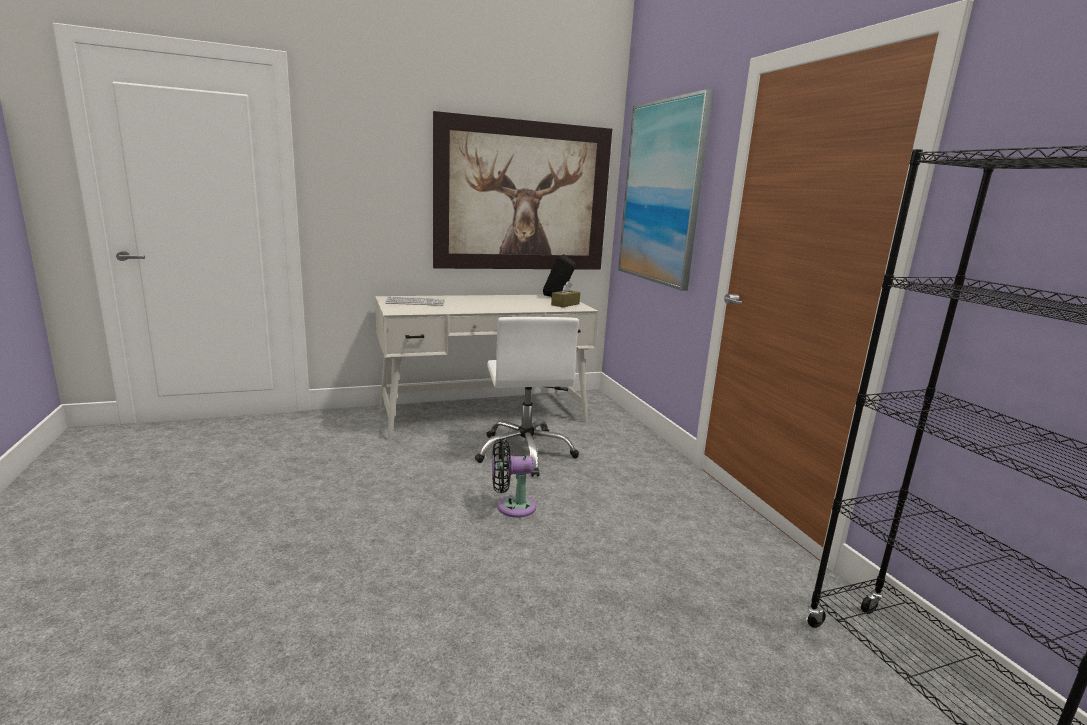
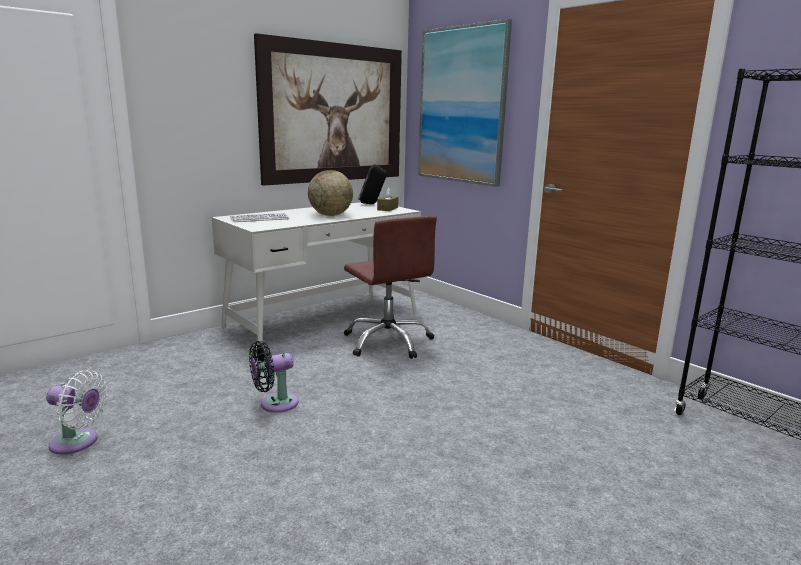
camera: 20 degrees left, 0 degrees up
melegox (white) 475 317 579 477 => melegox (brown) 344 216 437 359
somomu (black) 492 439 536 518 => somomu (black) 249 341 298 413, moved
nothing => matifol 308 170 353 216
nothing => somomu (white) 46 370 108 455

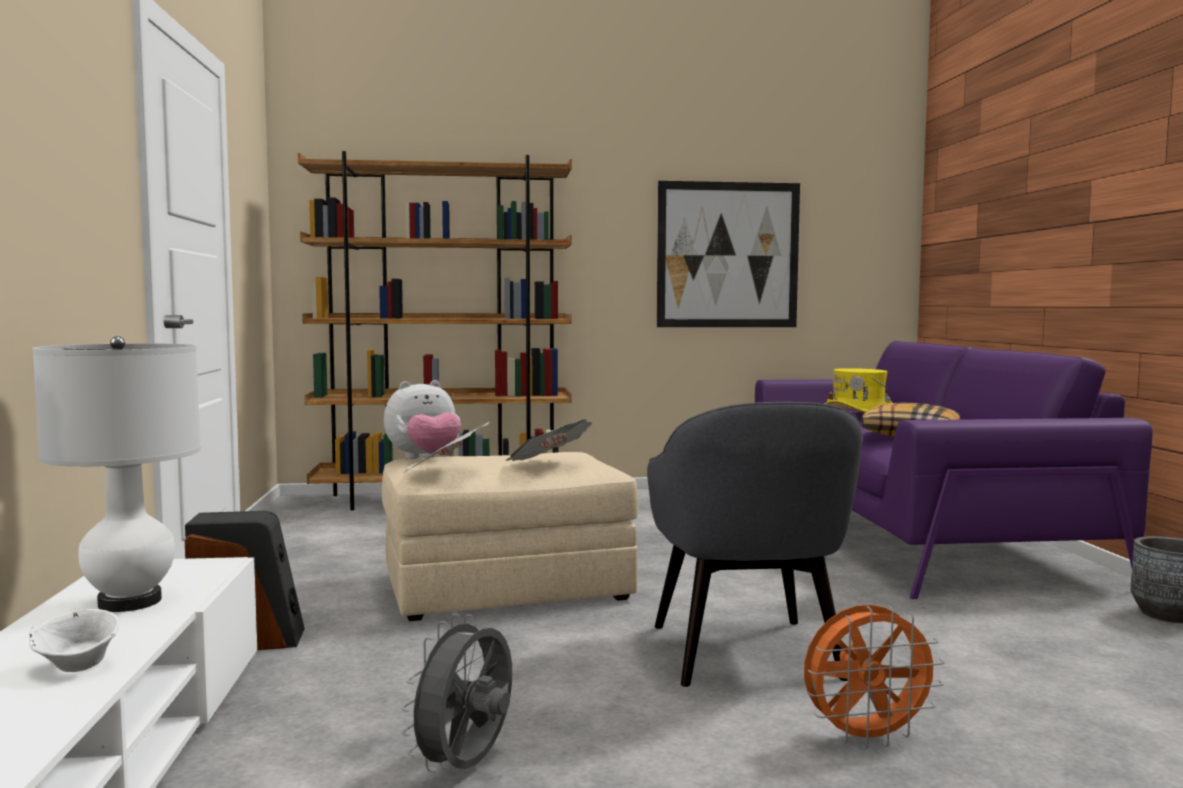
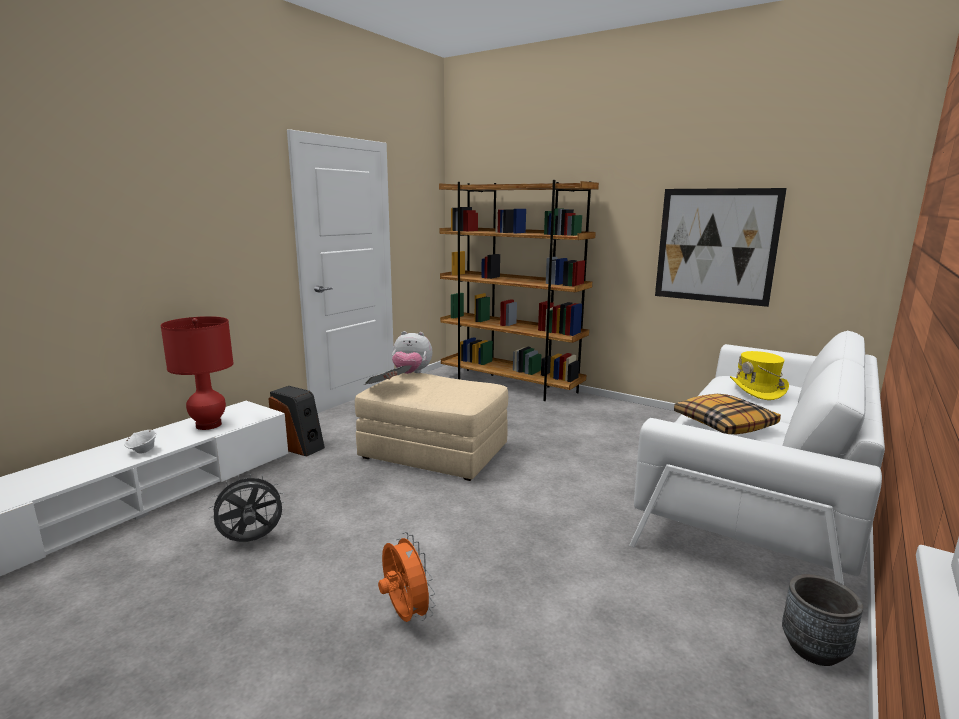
camera: 40 degrees right, 10 degrees up
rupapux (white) 33 336 201 612 => rupapux (red) 160 316 234 430
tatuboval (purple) 755 341 1153 599 => tatuboval (white) 629 331 885 585
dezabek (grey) 647 402 862 687 => nothing
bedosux 506 419 592 461 => nothing
somomu (orange) 804 605 945 749 => somomu (orange) 378 532 435 622, 150 degrees counterclockwise

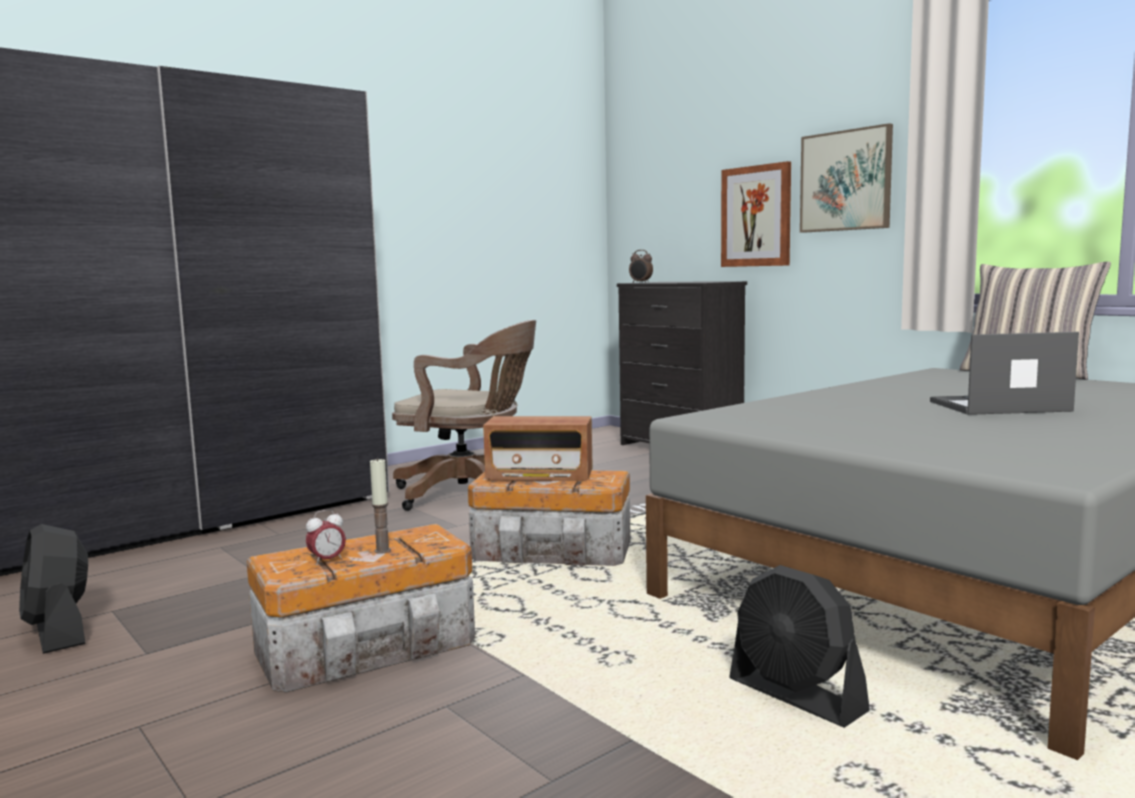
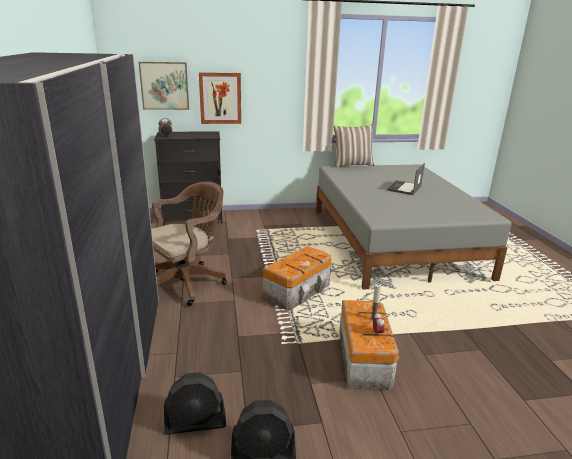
camera: 60 degrees left, 15 degrees up
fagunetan 800 123 893 233 => fagunetan 138 62 189 110, moved
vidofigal 483 416 593 481 => nothing
somomu (black) 729 565 870 728 => somomu (black) 164 372 226 435, moved

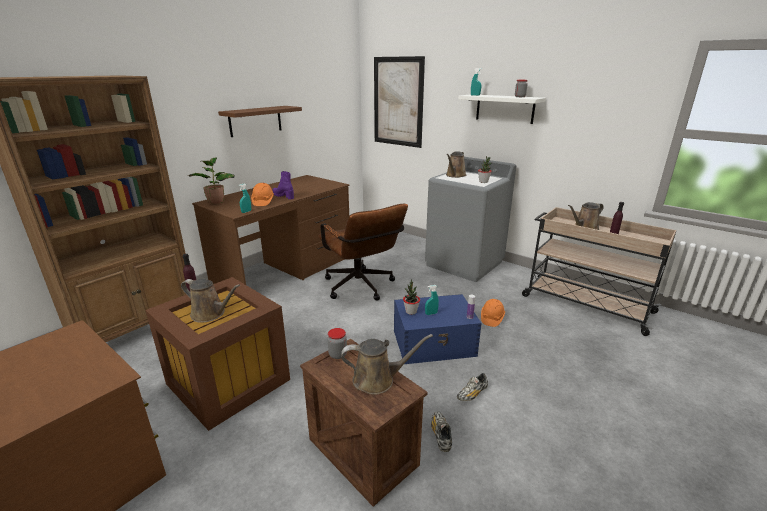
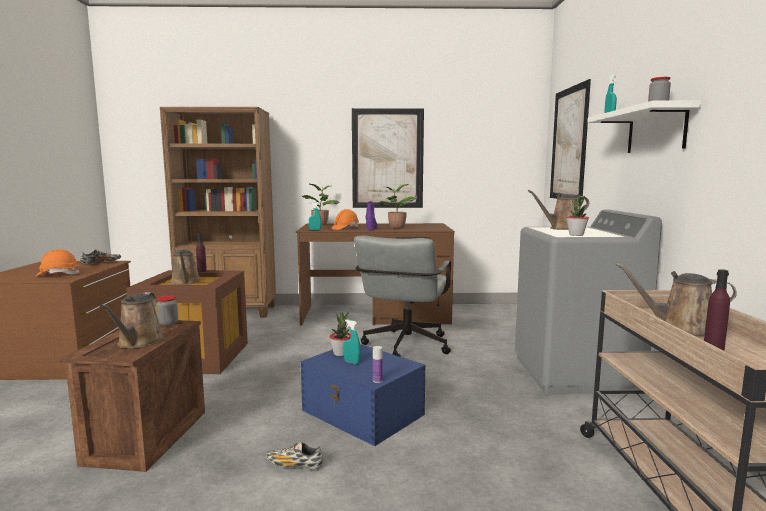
camera: 50 degrees right, 15 degrees down
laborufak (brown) 218 106 302 137 => fagunetan 352 108 424 208
melegox (brown) 318 204 408 300 => melegox (grey) 354 236 451 357
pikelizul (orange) 481 299 505 327 => pikelizul (orange) 36 249 80 276, moved
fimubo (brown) 341 334 433 395 => fimubo (brown) 100 292 165 348, 45 degrees clockwise
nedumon 431 412 452 452 => nedumon 80 250 121 265, moved
nothing => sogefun 378 184 416 229

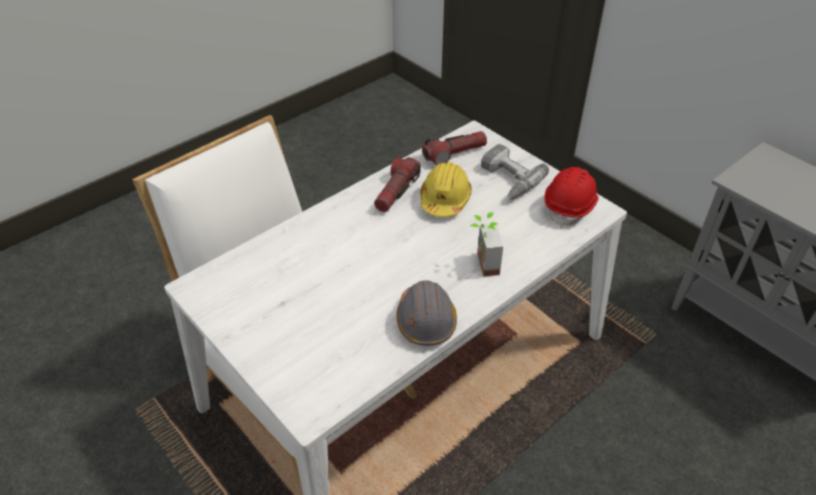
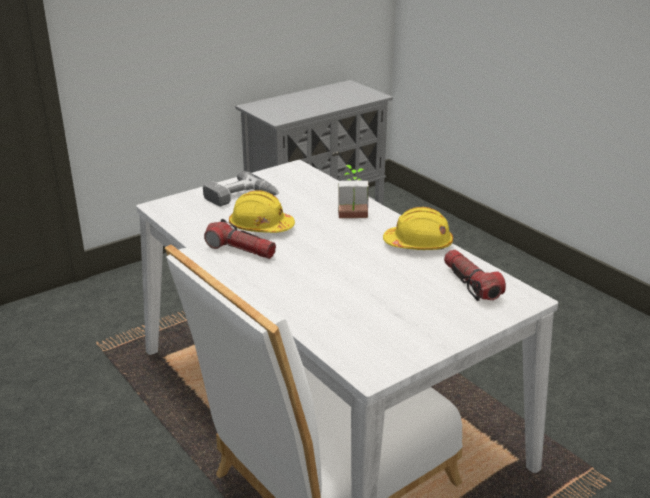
camera: 85 degrees left, 15 degrees down
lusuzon 422 131 487 165 => lusuzon 444 249 506 301, moved
pikelizul (red) 544 167 599 228 => nothing
pikelizul (grey) 396 281 457 346 => pikelizul (yellow) 383 207 453 250

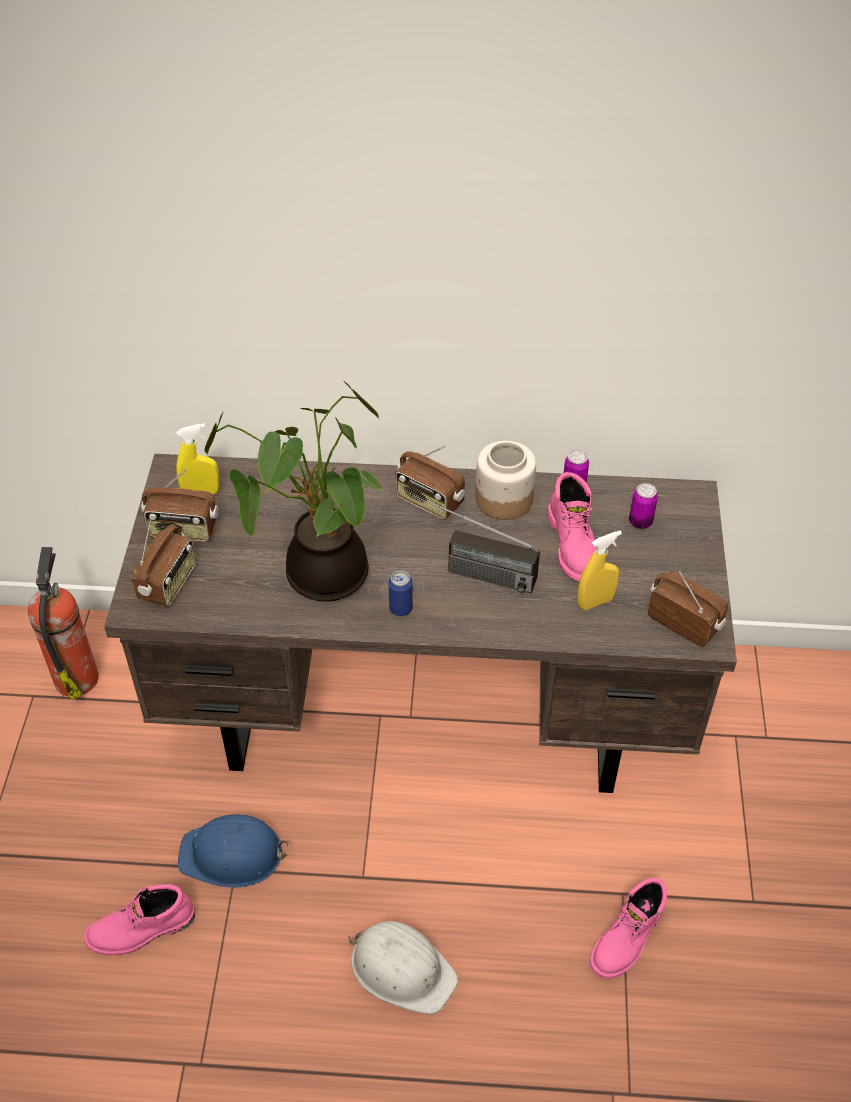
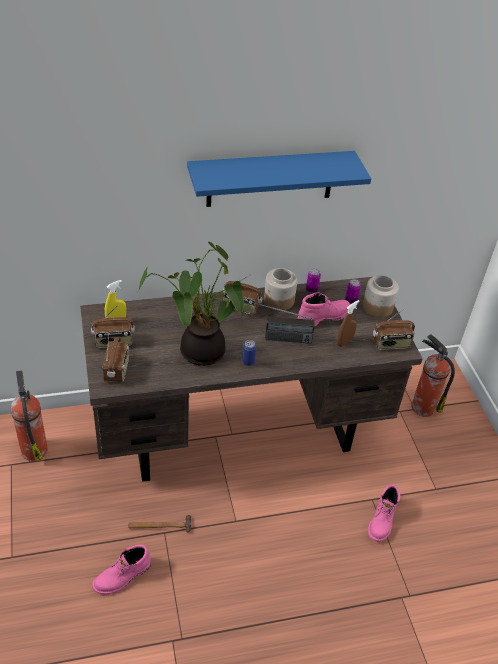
camera: 20 degrees left, 5 degrees down
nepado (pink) 547 472 597 581 => nepado (pink) 297 292 350 326, 90 degrees counterclockwise
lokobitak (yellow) 577 531 622 610 => lokobitak (brown) 337 300 359 347
vidofigal 648 571 728 647 => vidofigal 373 309 415 350, 150 degrees clockwise
pikelizul (blue) 178 814 288 888 => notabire 129 515 191 532
pikelizul (white) 348 921 458 1015 => nothing
nothing => laborufak (blue) 187 151 371 207
nothing => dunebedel 363 275 399 318
nothing => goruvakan 412 334 455 417

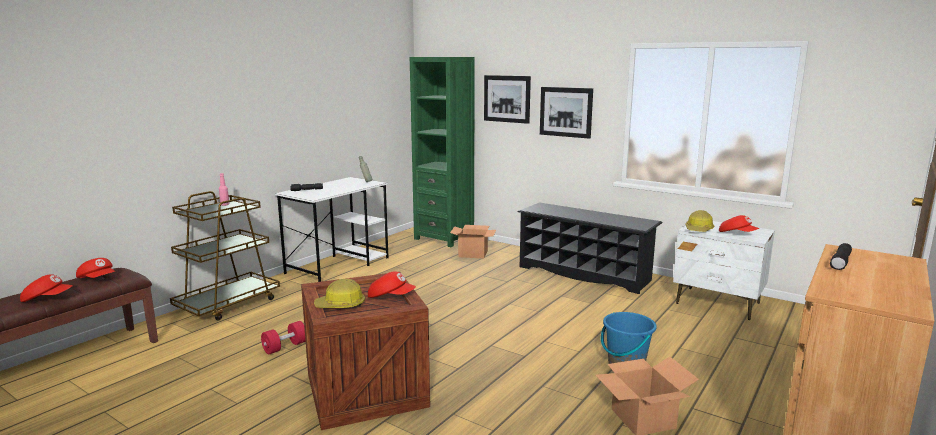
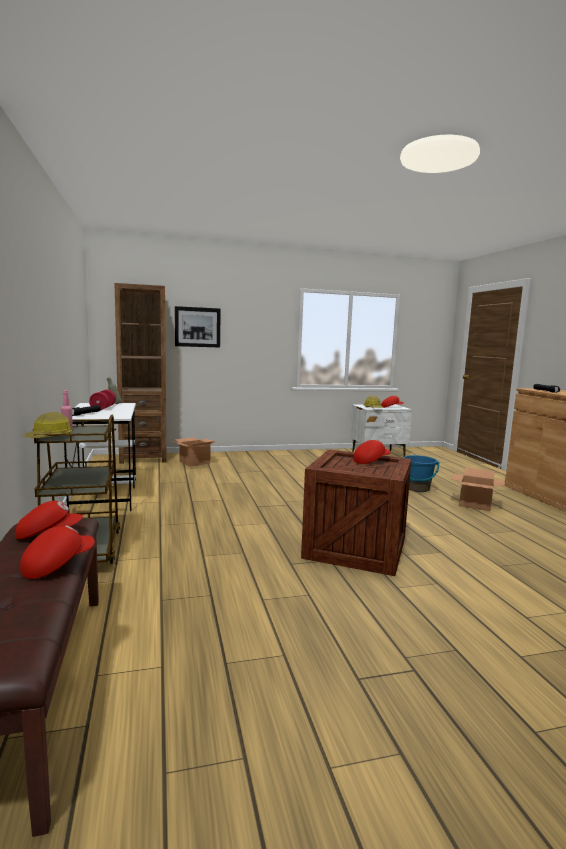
camera: 50 degrees left, 5 degrees down
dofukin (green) 410 57 475 247 => dofukin (brown) 114 283 167 464
fagunetan 540 87 593 139 => nothing
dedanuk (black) 518 203 663 294 => nothing
pikelizul 314 279 365 308 => pikelizul 23 412 73 438, moved
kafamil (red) 261 321 306 354 => kafamil (red) 89 390 116 410, moved

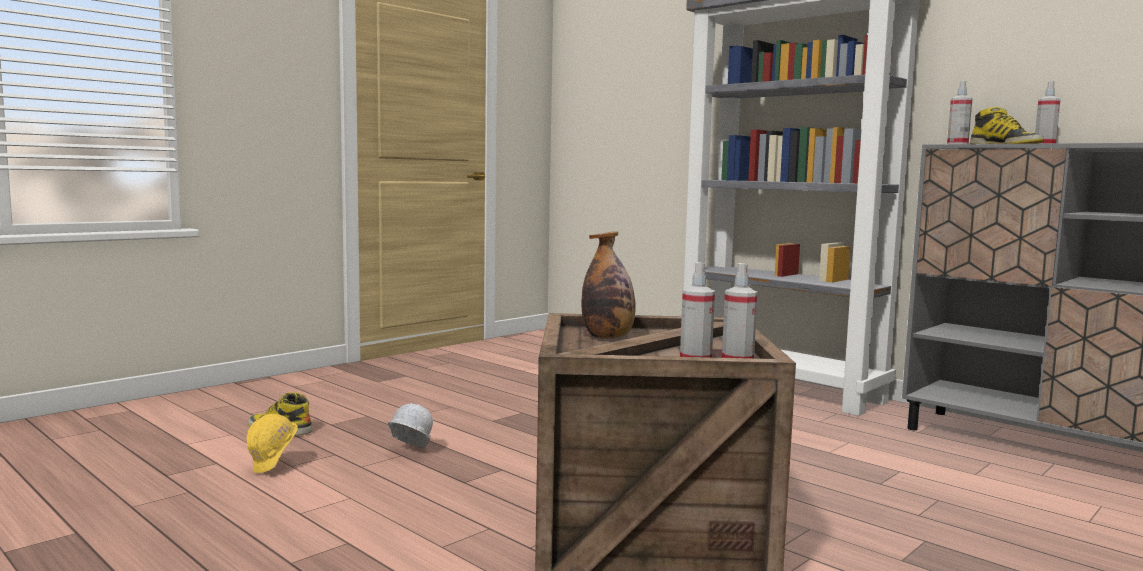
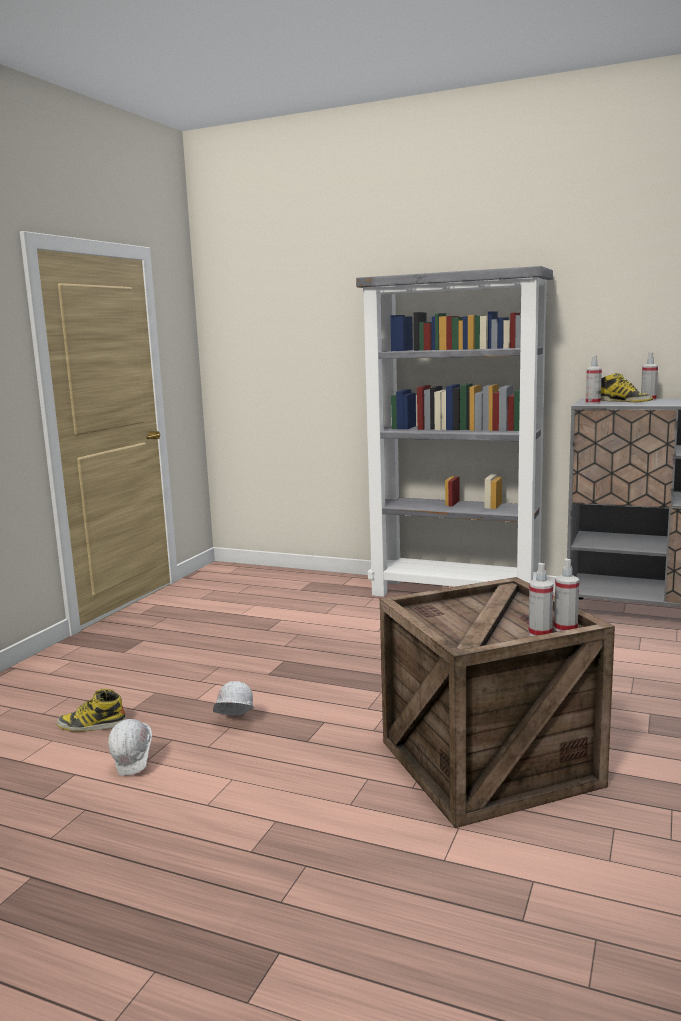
camera: 20 degrees left, 5 degrees up
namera 581 231 636 339 => nothing
pikelizul (yellow) 246 414 298 473 => pikelizul (white) 108 719 152 776

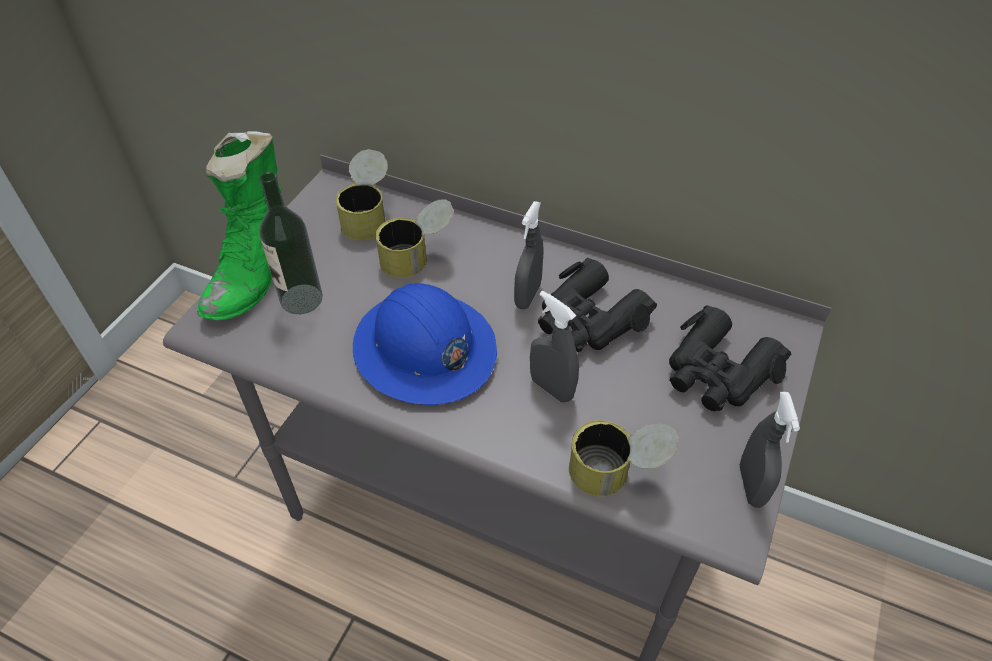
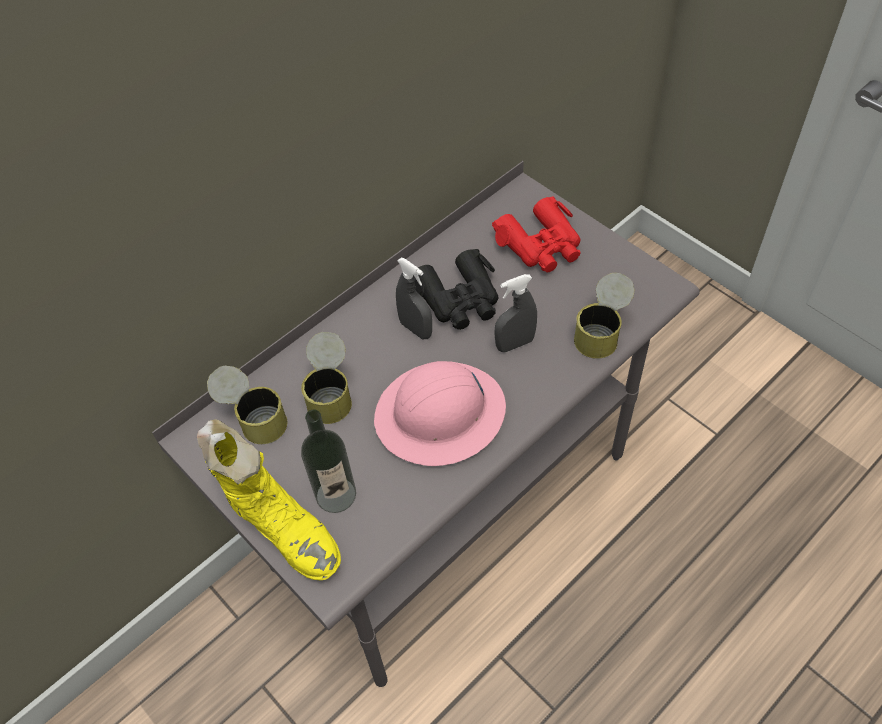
camera: 65 degrees left, 5 degrees up
nepado (green) 197 131 282 320 => nepado (yellow) 197 419 341 580
pikelizul (blue) 353 284 497 405 => pikelizul (pink) 374 361 506 466
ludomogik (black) 669 305 791 411 => ludomogik (red) 492 196 581 272
lokobitak (grey) 740 392 800 508 => nothing

